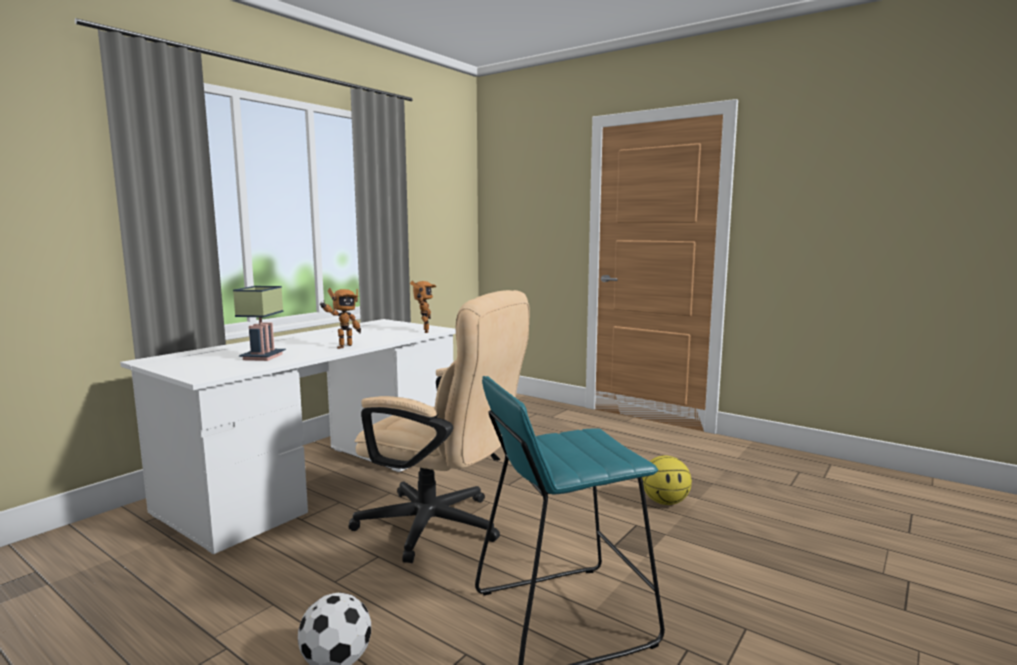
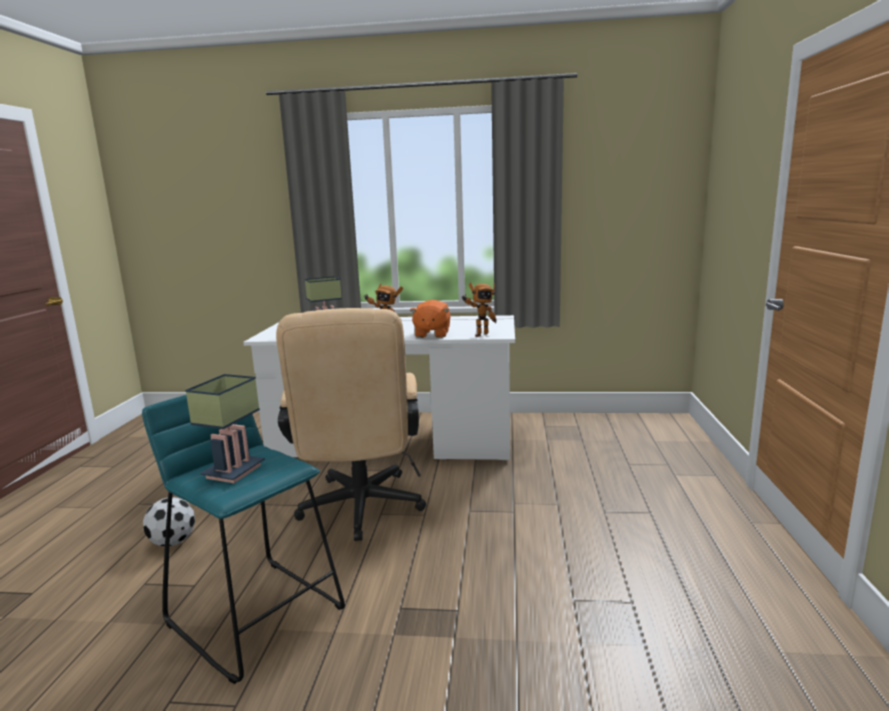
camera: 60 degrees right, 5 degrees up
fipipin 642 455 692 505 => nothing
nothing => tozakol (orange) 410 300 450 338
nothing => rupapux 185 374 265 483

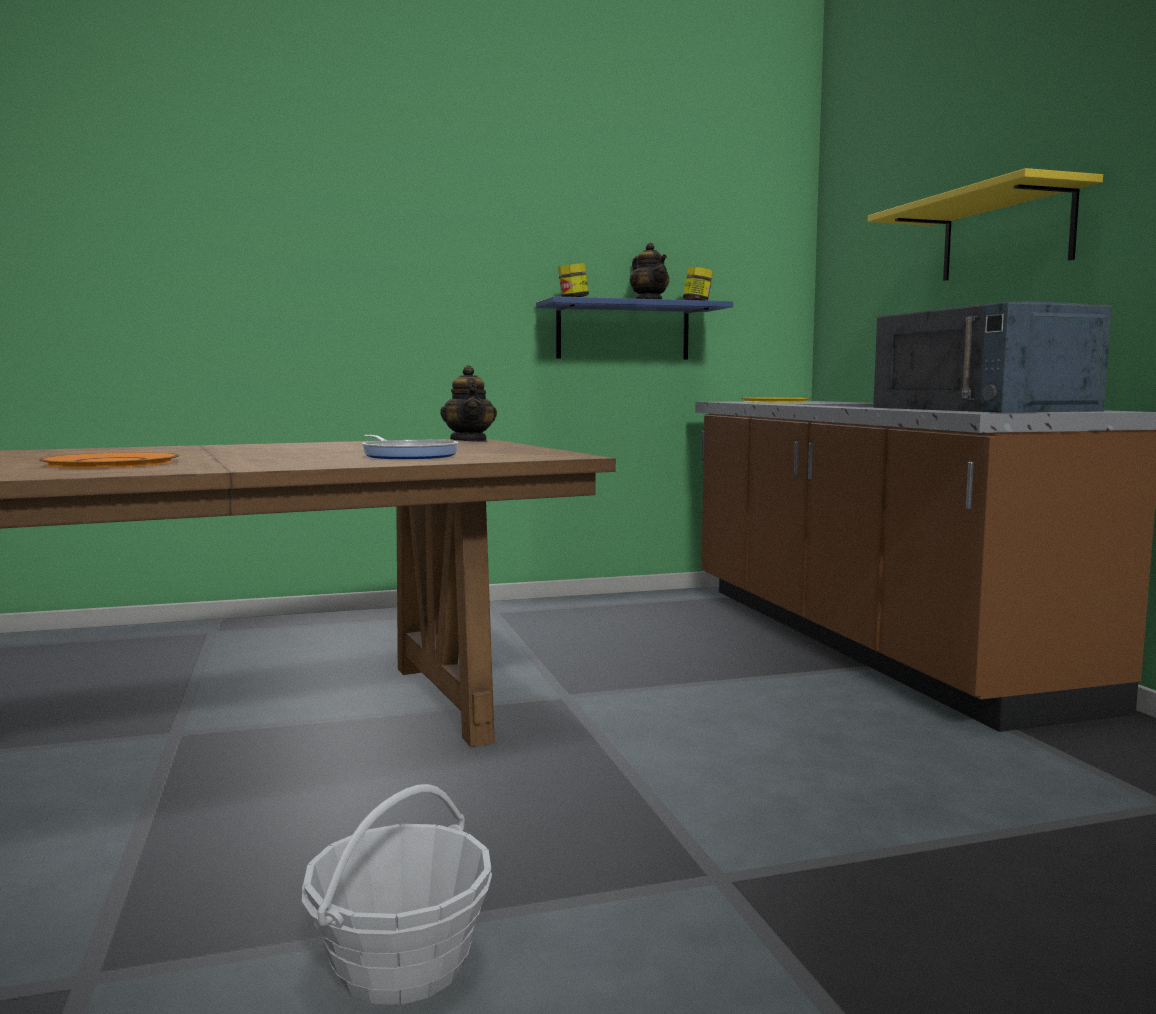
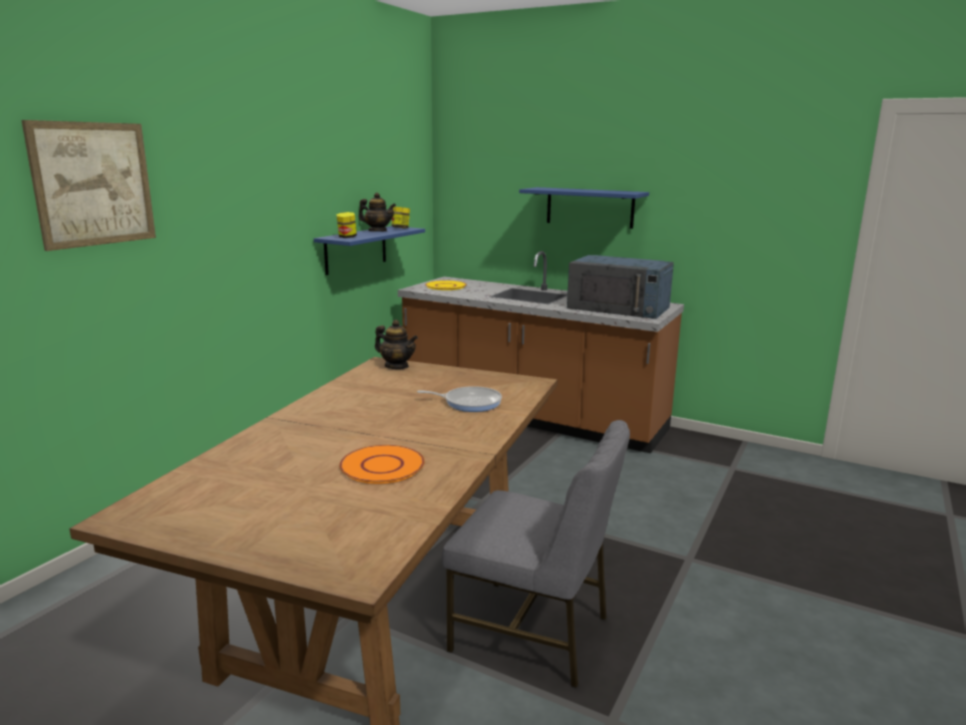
camera: 45 degrees left, 10 degrees up
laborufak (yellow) 868 168 1103 281 => laborufak (blue) 519 187 649 229
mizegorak 302 784 492 1005 => nothing
nothing => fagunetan 21 120 156 251
nothing => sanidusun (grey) 442 420 630 689

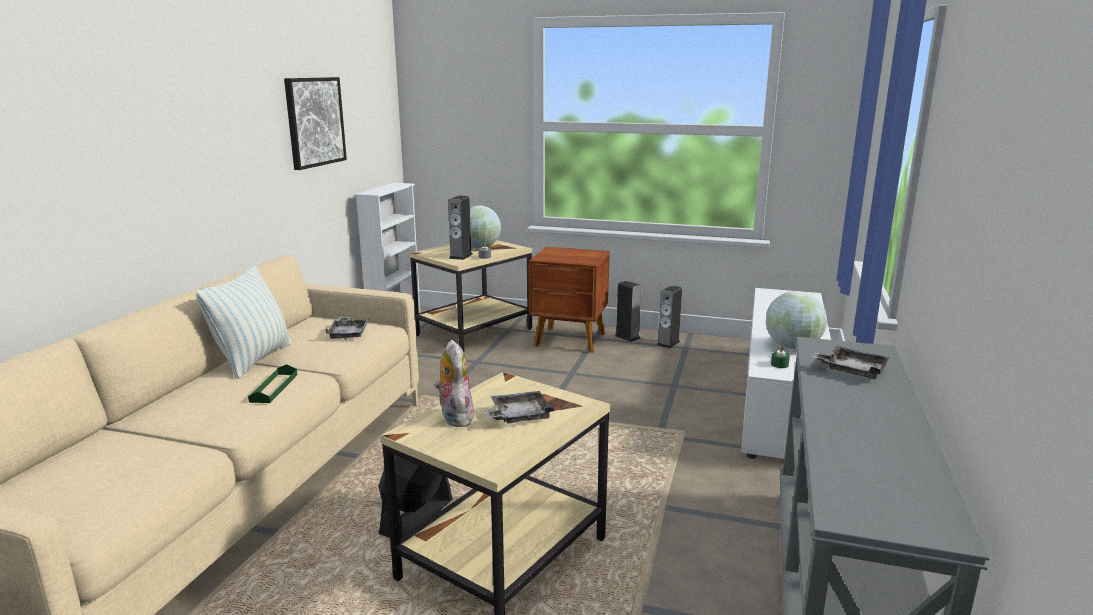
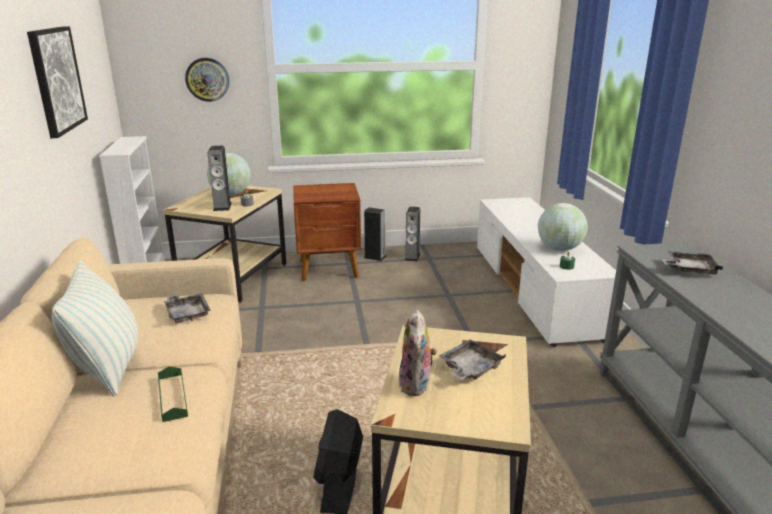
camera: 25 degrees left, 5 degrees up
tozakol 435 340 474 427 => tozakol 398 309 437 396, 135 degrees counterclockwise
nothing => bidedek 185 58 229 102

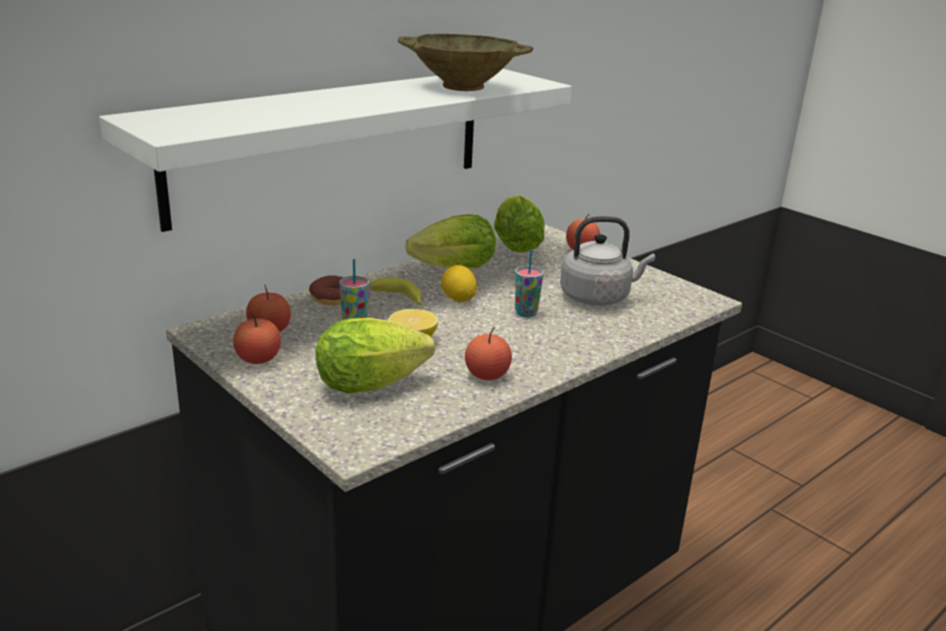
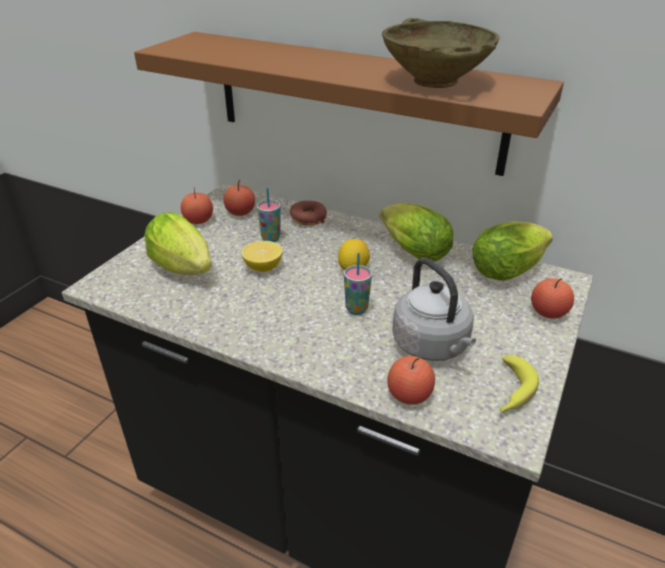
camera: 70 degrees right, 10 degrees up
laborufak (white) 99 69 571 232 => laborufak (brown) 134 32 564 176
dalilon 369 278 422 305 => dalilon 500 355 539 413, moved
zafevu 465 327 512 380 => zafevu 387 356 435 405, moved

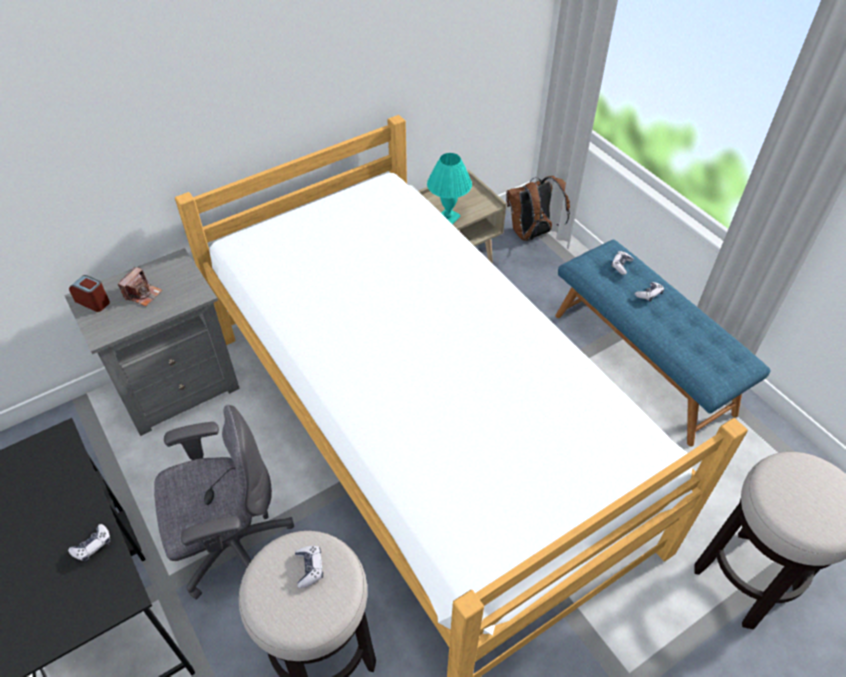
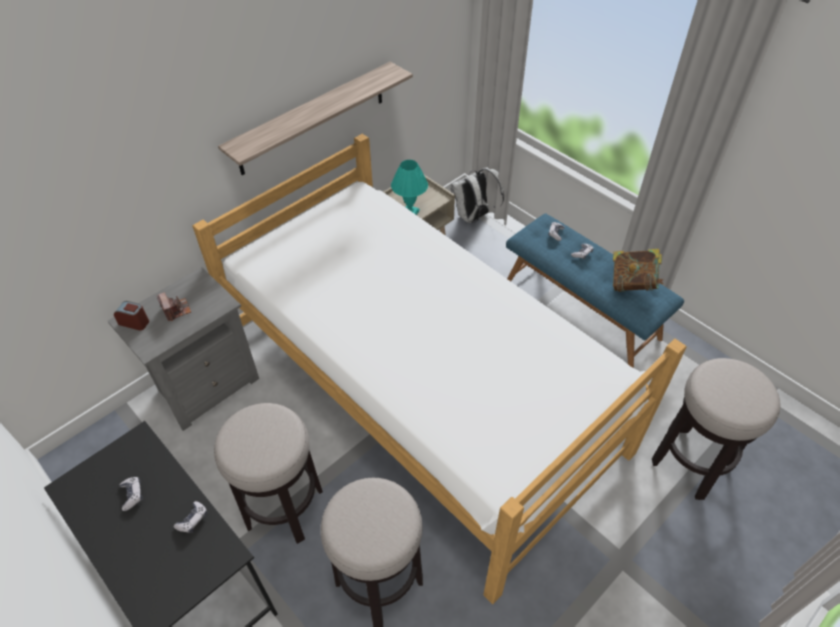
camera: 10 degrees left, 0 degrees up
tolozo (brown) 506 176 570 241 => tolozo (white) 451 167 504 223
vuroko 118 267 162 306 => vuroko 156 292 191 321, 45 degrees counterclockwise
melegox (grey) 154 405 294 600 => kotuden 214 403 323 544
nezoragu 295 546 323 588 => nezoragu 120 477 143 511, moved
nothing => laborufak 218 62 413 175
nothing => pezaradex 613 249 663 292

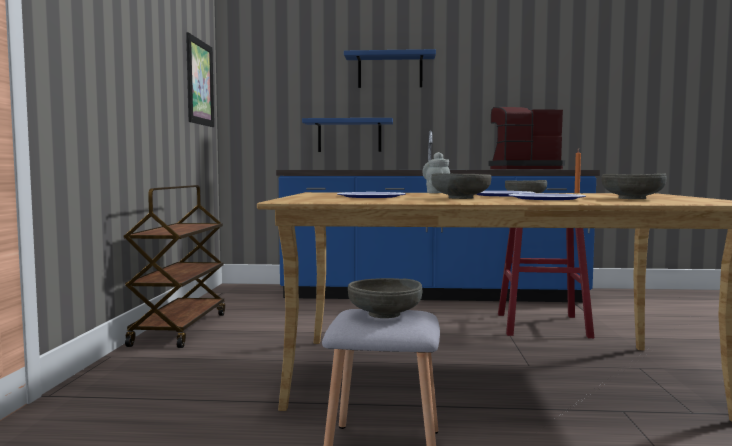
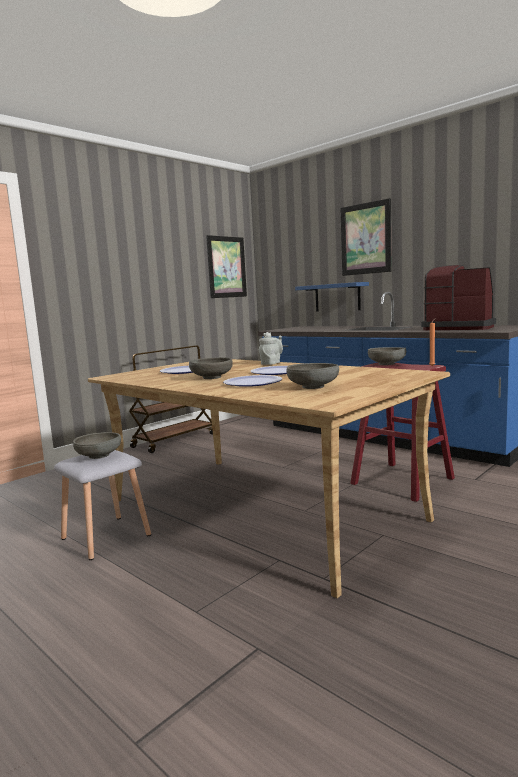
camera: 40 degrees right, 5 degrees up
laborufak (blue) 344 49 436 88 => fagunetan 340 198 392 276

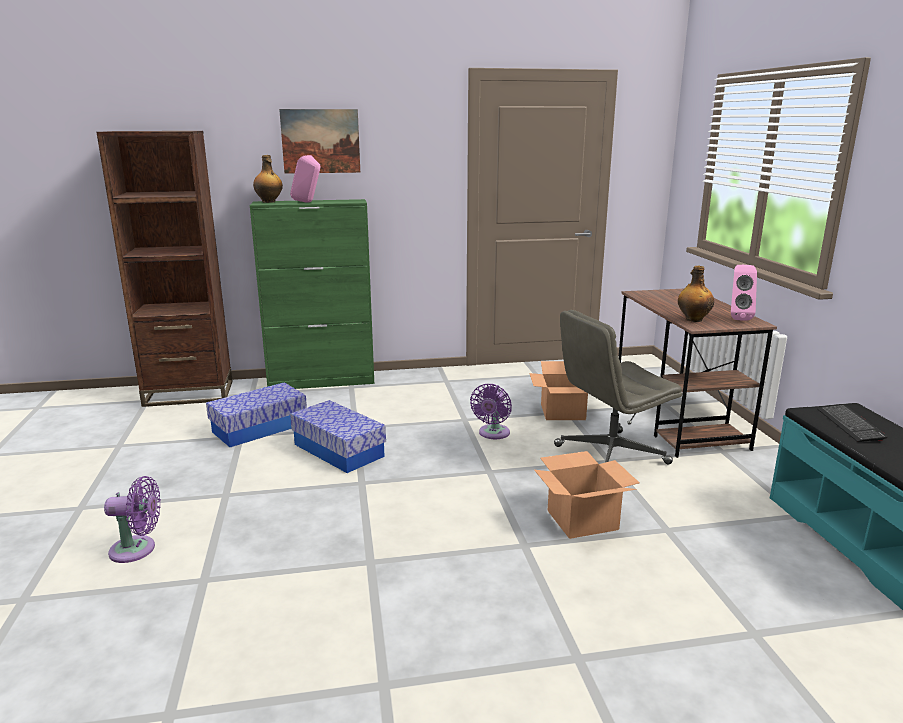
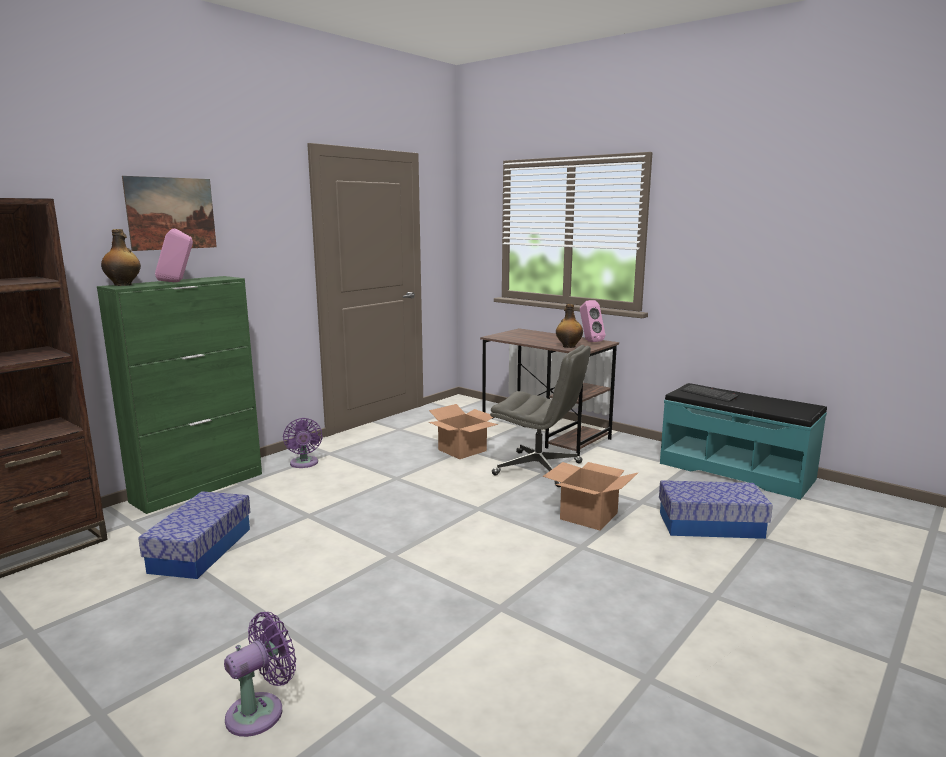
camera: 40 degrees left, 5 degrees down
melegox (grey) 554 310 682 465 => melegox (grey) 490 345 591 487, 90 degrees counterclockwise
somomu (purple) 470 384 512 439 => somomu (purple) 283 418 323 468, moved
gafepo 290 400 386 473 => gafepo 659 480 773 539, moved

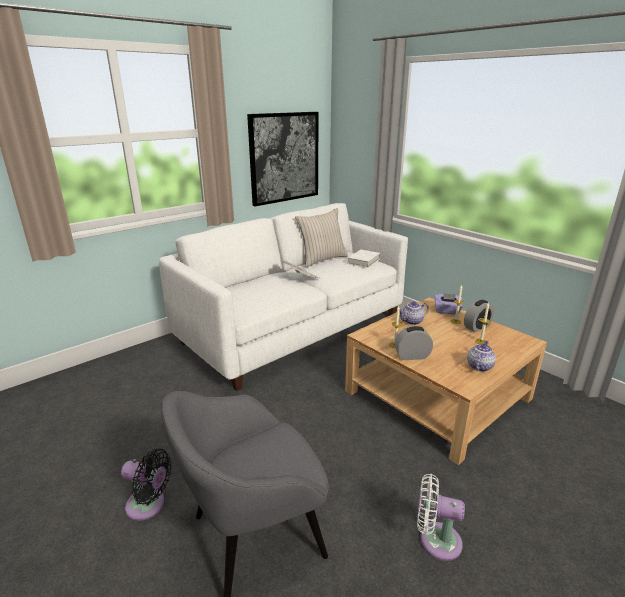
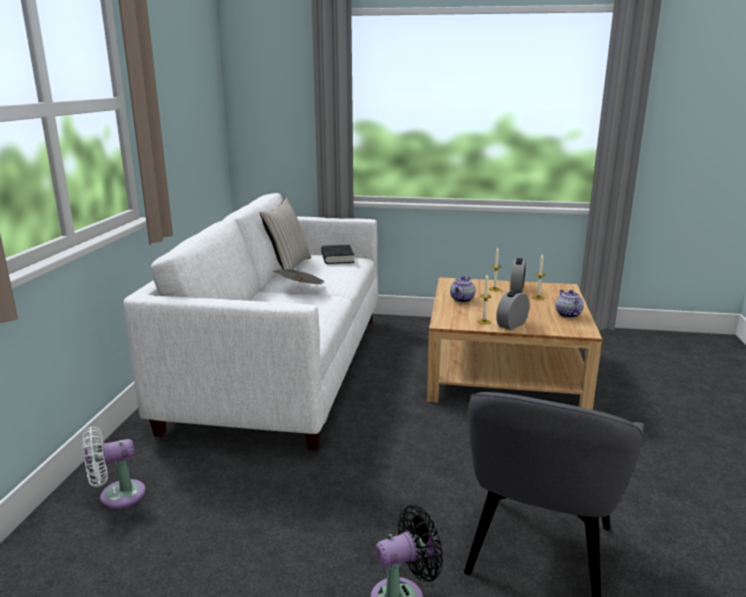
camera: 40 degrees left, 5 degrees down
fagunetan 247 112 319 206 => nothing
pezaradex (white) 347 250 380 268 => pezaradex (black) 321 245 354 264
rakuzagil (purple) 435 293 463 315 => nothing
somomu (white) 417 474 465 561 => somomu (white) 82 426 146 509, moved

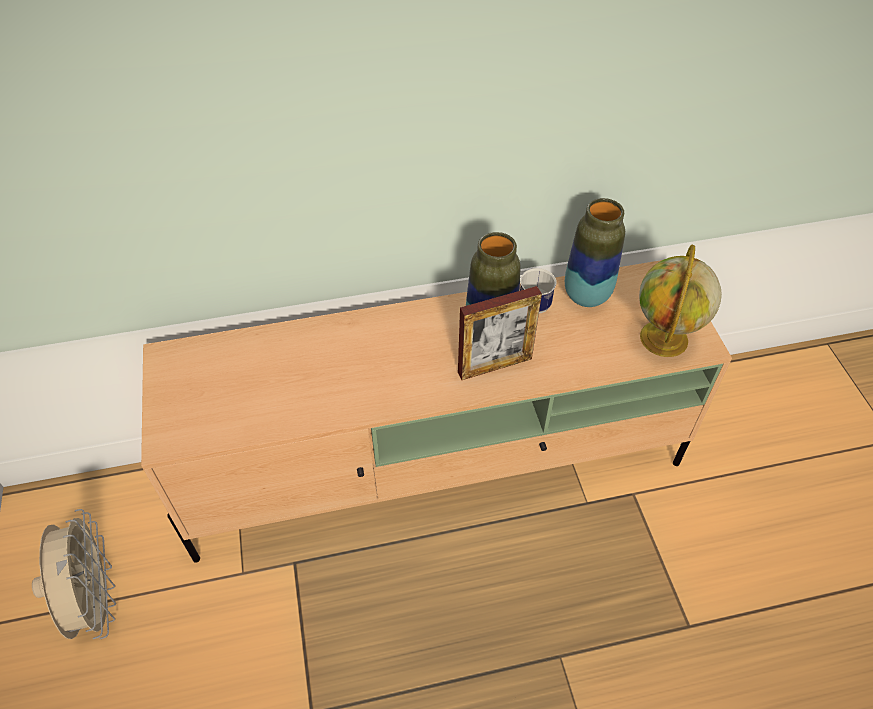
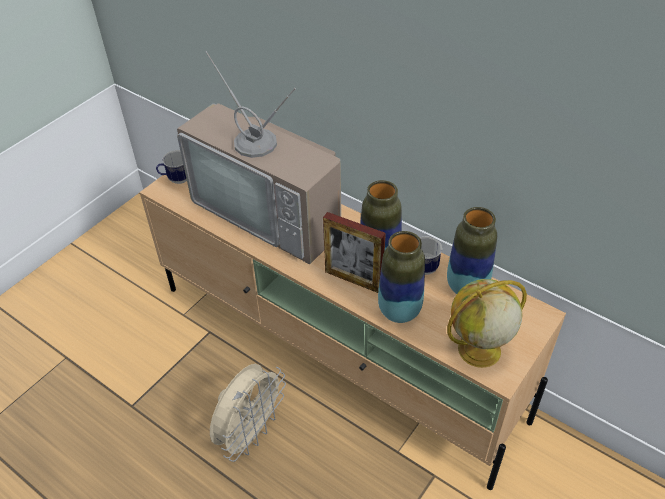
camera: 50 degrees right, 5 degrees down
somomu (beige) 32 509 116 639 => somomu (beige) 210 364 286 462, moved
nothing => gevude 177 51 341 264
nothing => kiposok 156 150 187 184
nothing => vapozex 378 231 425 323

